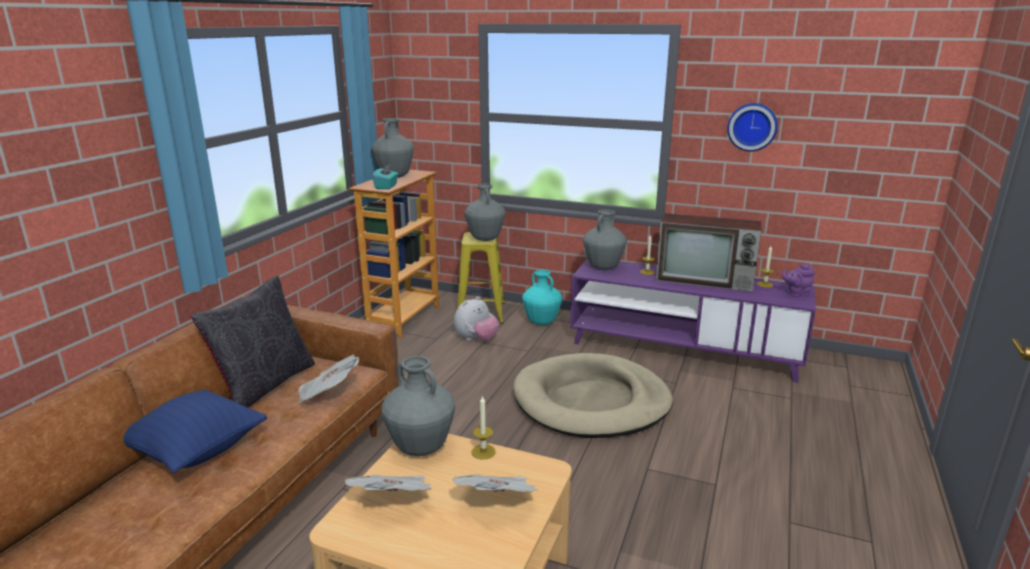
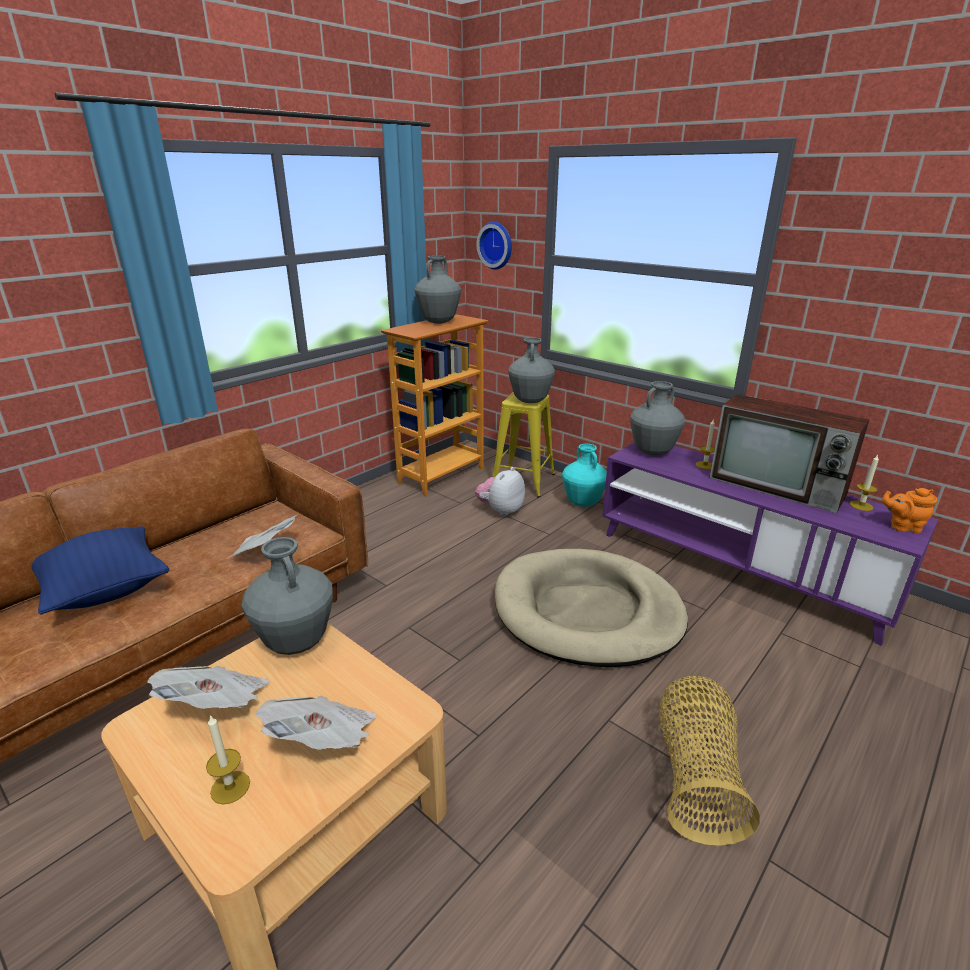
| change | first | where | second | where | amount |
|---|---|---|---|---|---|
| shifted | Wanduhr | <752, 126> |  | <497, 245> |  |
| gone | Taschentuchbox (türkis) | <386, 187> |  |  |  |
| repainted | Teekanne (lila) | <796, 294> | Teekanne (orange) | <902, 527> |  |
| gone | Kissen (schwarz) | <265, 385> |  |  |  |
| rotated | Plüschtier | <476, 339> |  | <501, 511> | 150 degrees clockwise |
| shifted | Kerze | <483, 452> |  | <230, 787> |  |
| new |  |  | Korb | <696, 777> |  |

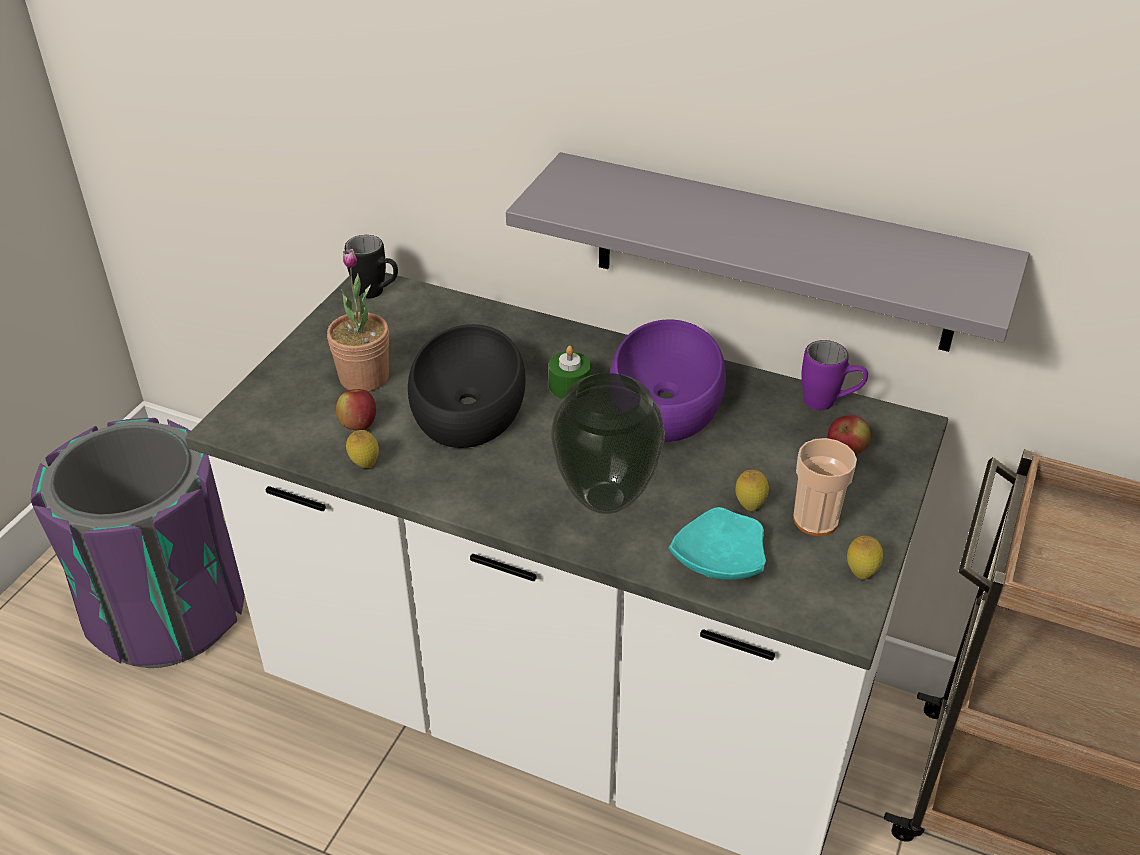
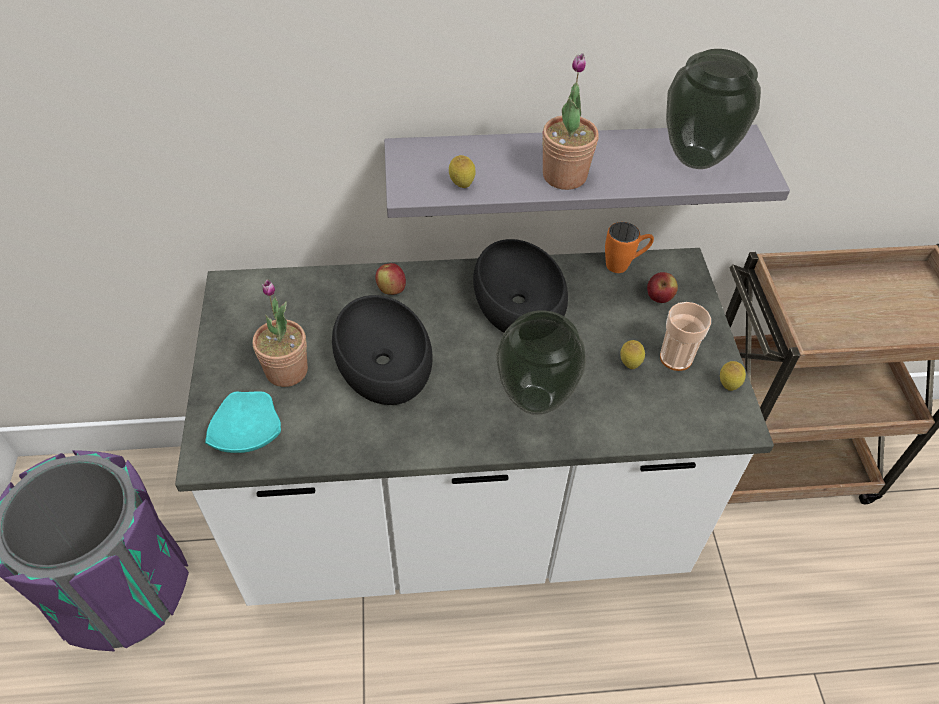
| change | first | where | second | where | amount |
|---|---|---|---|---|---|
| gone | Henkelbecher (schwarz) | <377, 294> |  |  |  |
| repainted | Schüssel (lila) | <664, 397> | Schüssel (schwarz) | <517, 301> |  |
| repainted | Henkelbecher (lila) | <829, 403> | Henkelbecher (orange) | <624, 265> |  |
| gone | Kerze (grün) | <569, 386> |  |  |  |
| shifted | Apfel | <358, 425> |  | <391, 290> |  |
| shifted | Zitrone | <365, 465> |  | <461, 186> |  |
| shifted | Teller (türkis) | <716, 562> |  | <245, 434> |  |
| new |  |  | Vase | <695, 159> |  |
| new |  |  | Topfpflanze | <564, 176> |  |

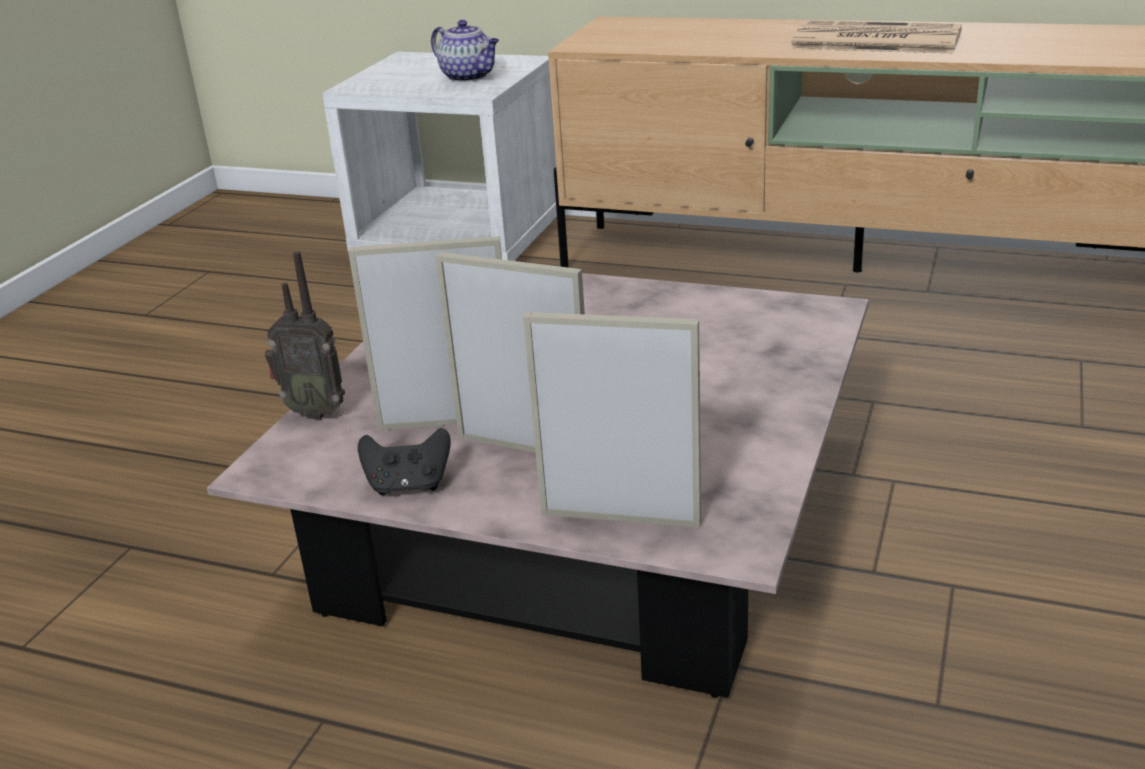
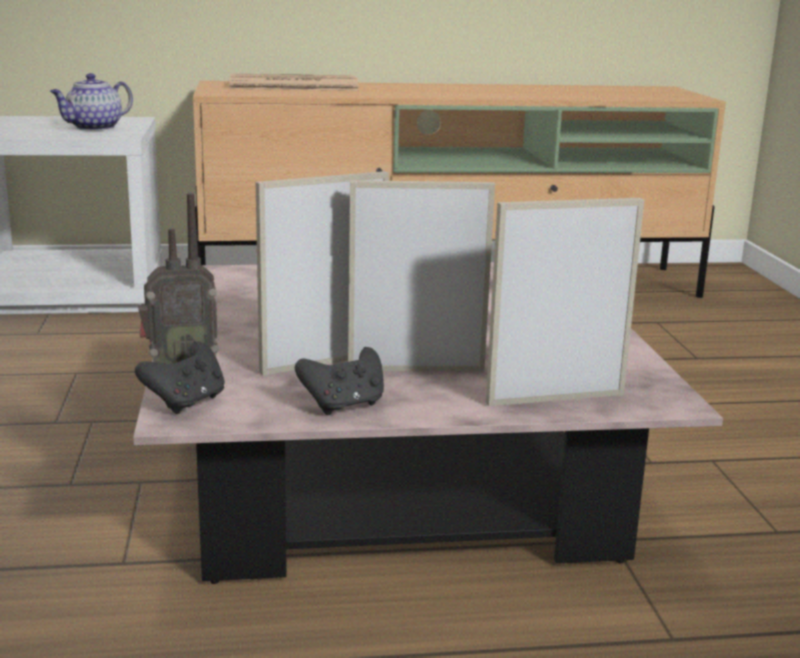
| change | first | where | second | where | amount |
|---|---|---|---|---|---|
| rotated | Teekanne | <469, 77> |  | <94, 128> | 120 degrees clockwise |
| shifted | Zeitung | <873, 41> |  | <291, 86> |  |
| new |  |  | Gamepad (schwarz) | <186, 402> |  |

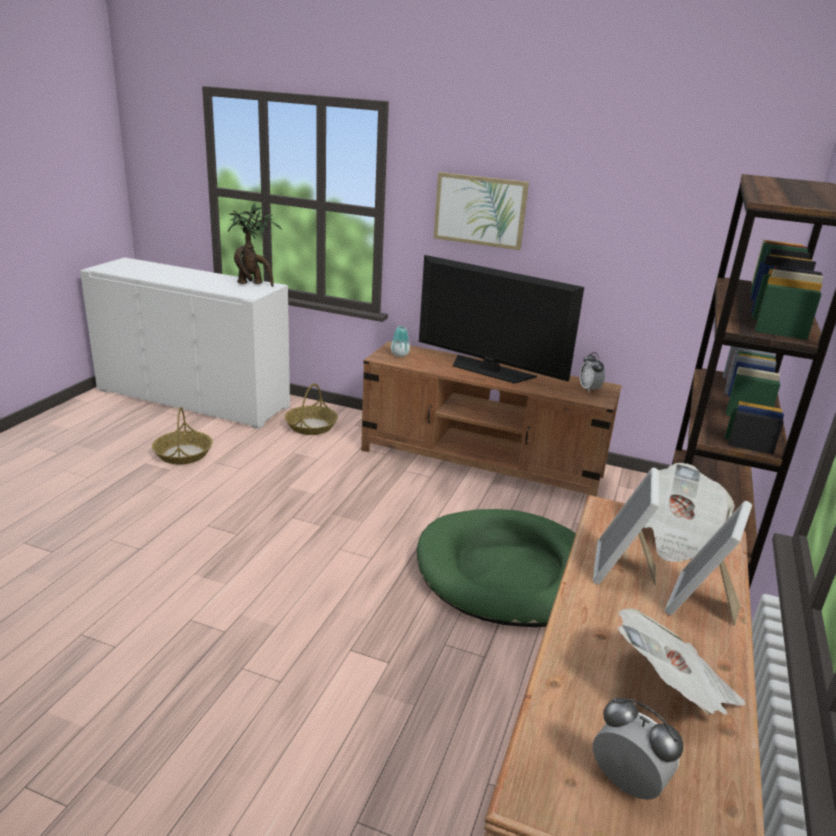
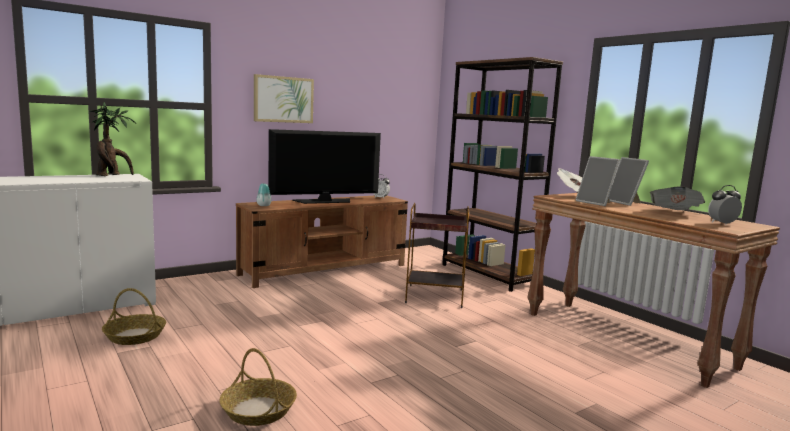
| change | first | where | second | where | amount |
|---|---|---|---|---|---|
| shifted | Korb | <311, 426> |  | <258, 410> |  |
| swapped | Hundebett (grün) | <509, 573> | Beistelltisch (braun) | <435, 296> |  |

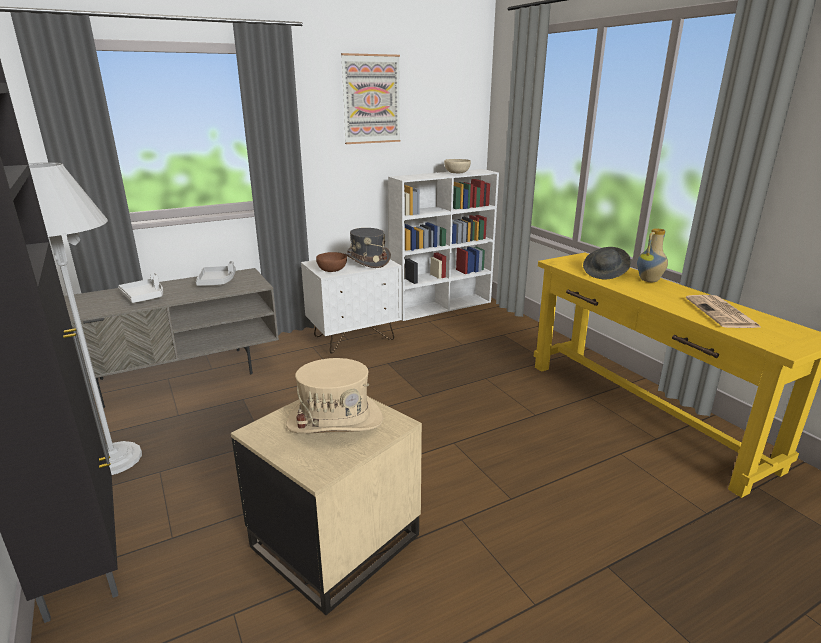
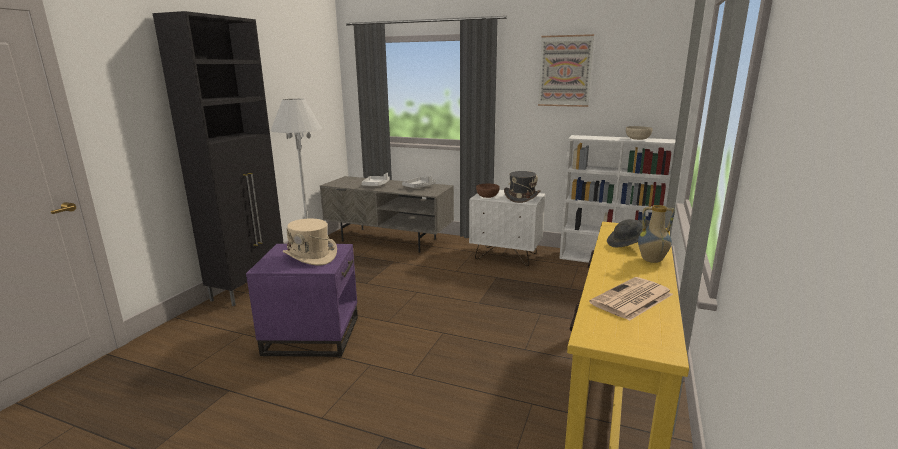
| change | first | where | second | where | amount |
|---|---|---|---|---|---|
| repainted | Beistelltisch (beige) | <334, 540> | Beistelltisch (lila) | <312, 335> |  |

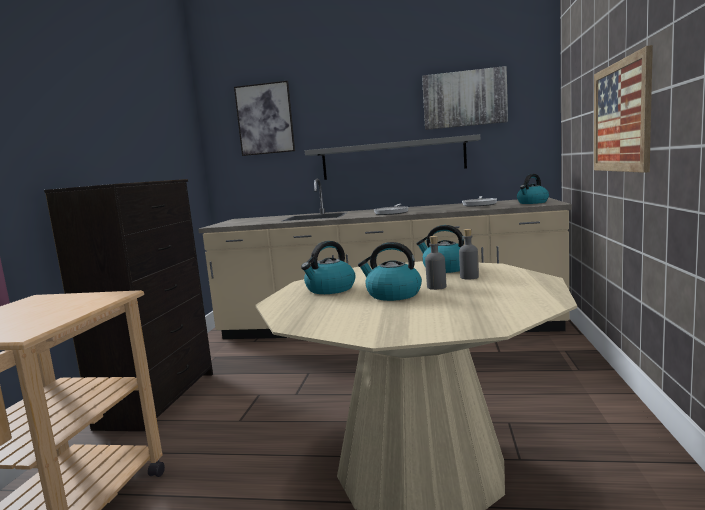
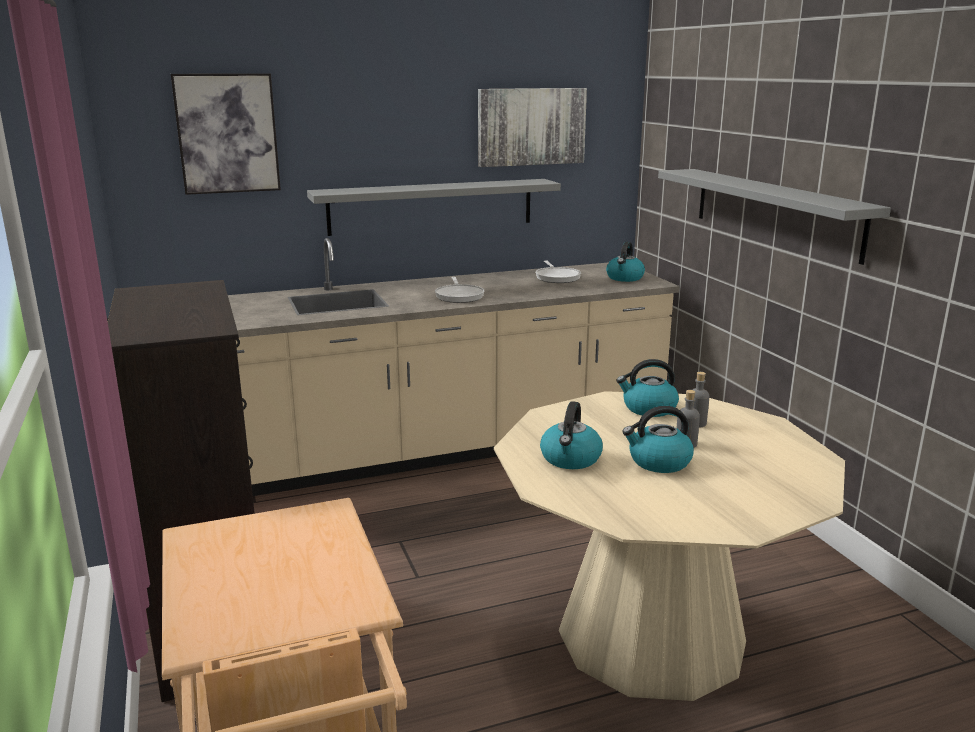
| change | first | where | second | where | amount |
|---|---|---|---|---|---|
| swapped | Bild | <621, 117> | Wandregal (grau) | <774, 211> |  |

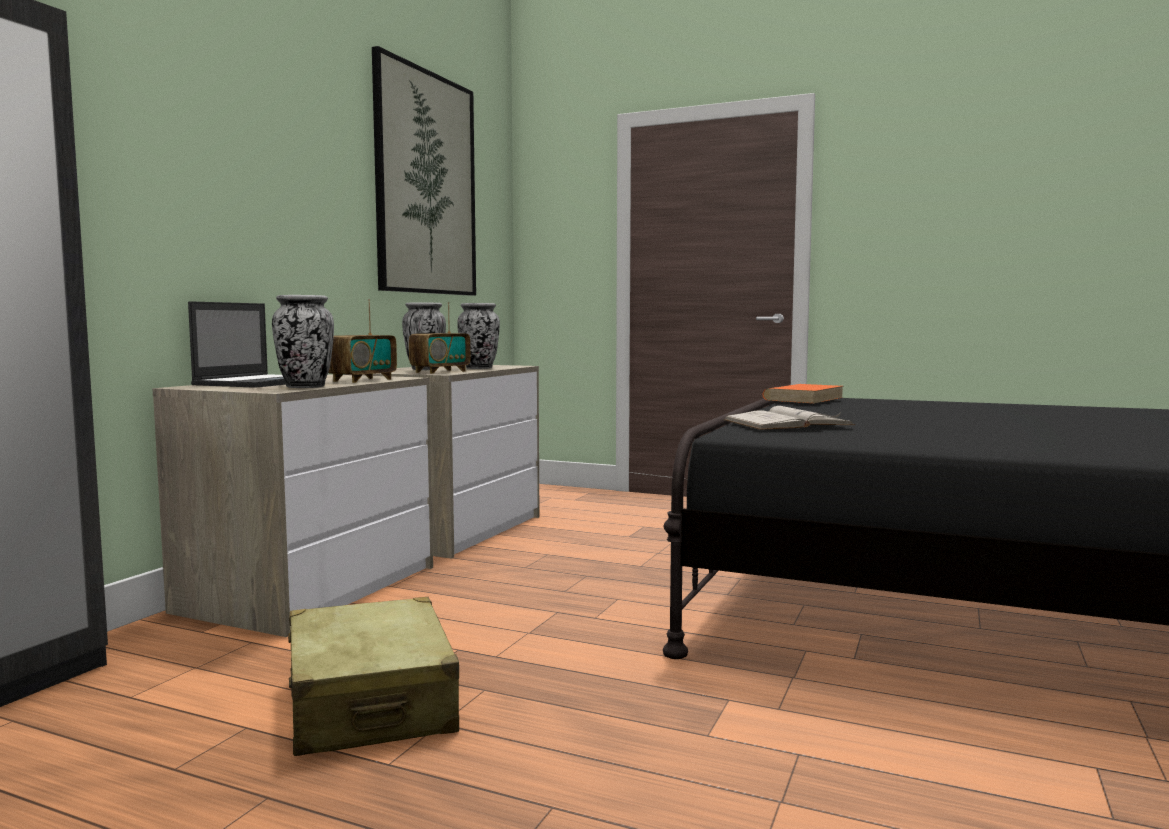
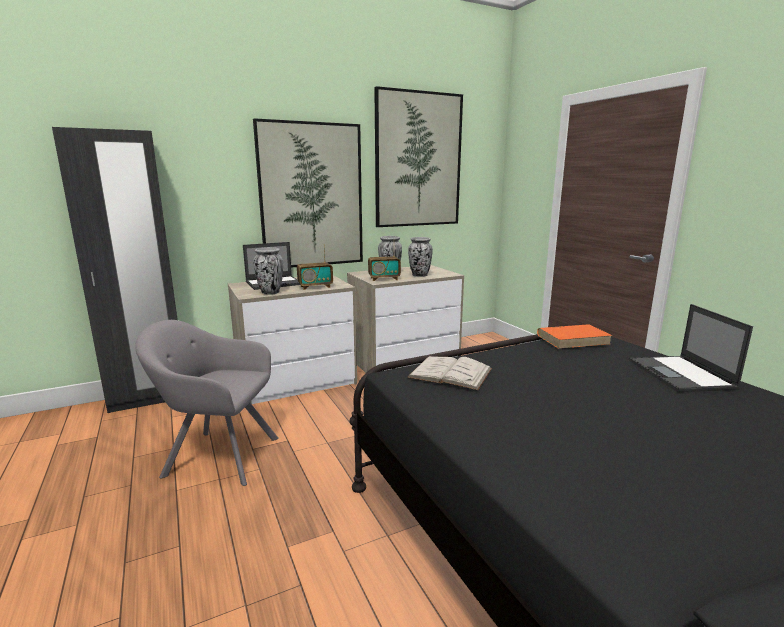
| change | first | where | second | where | amount |
|---|---|---|---|---|---|
| swapped | Koffer (beige) | <370, 703> | Sessel (grau) | <217, 456> |  |
| new |  |  | Bild | <311, 196> |  |
| new |  |  | Laptop | <681, 374> |  |

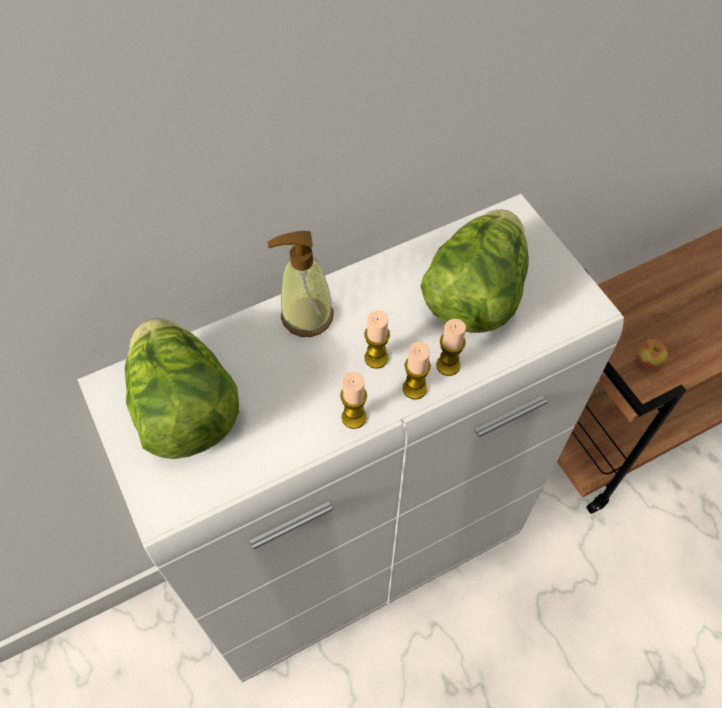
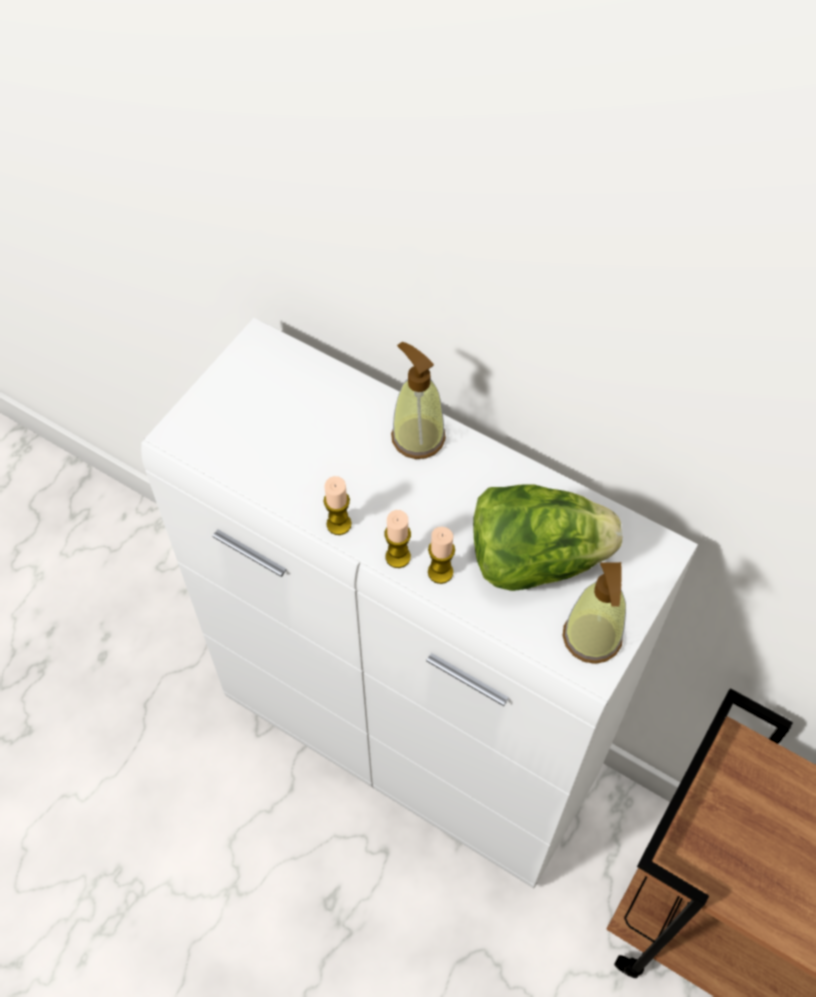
| change | first | where | second | where | amount |
|---|---|---|---|---|---|
| gone | Kerze | <376, 358> |  |  |  |
| gone | Salatkopf | <184, 410> |  |  |  |
| gone | Apfel | <648, 361> |  |  |  |
| new |  |  | Seifenspender | <592, 637> |  |

